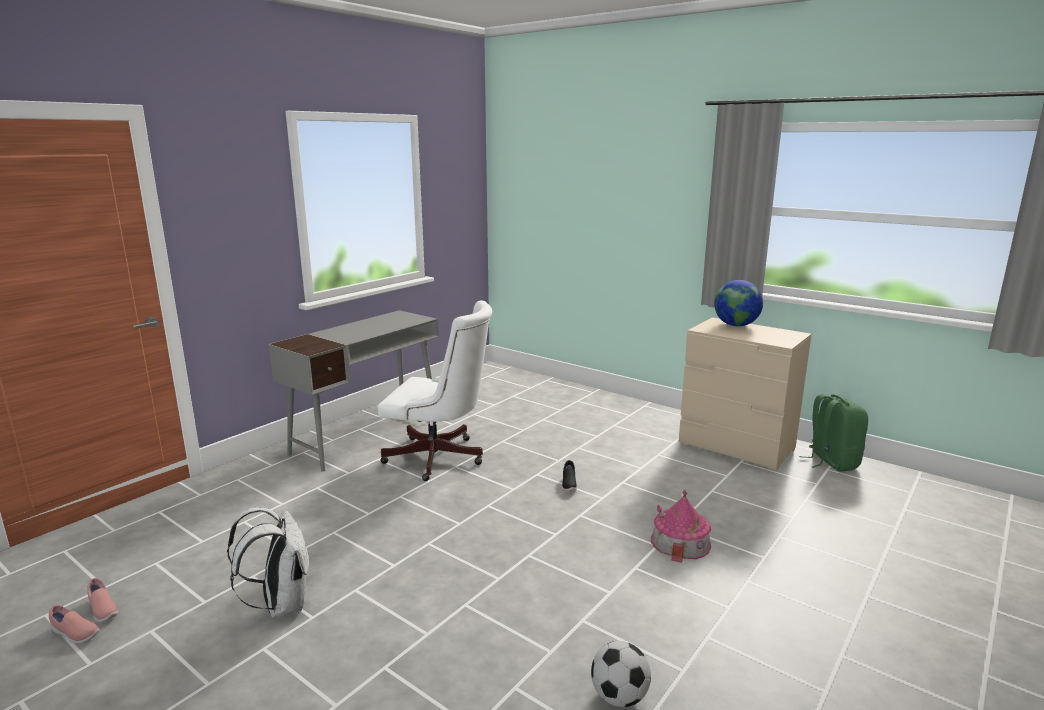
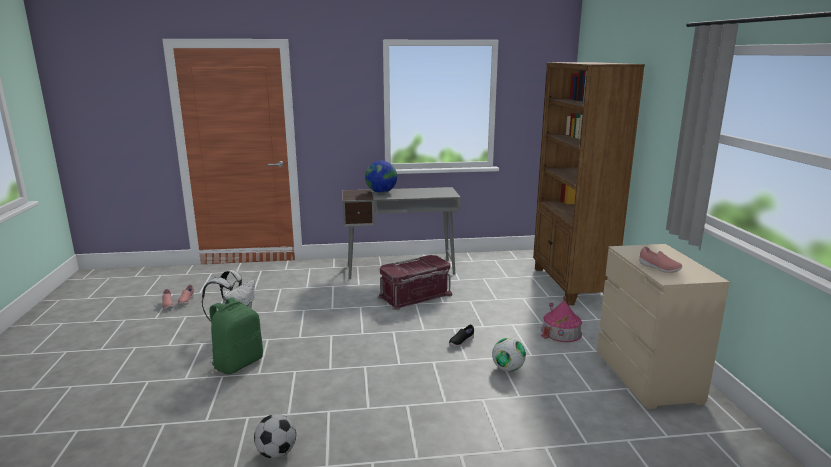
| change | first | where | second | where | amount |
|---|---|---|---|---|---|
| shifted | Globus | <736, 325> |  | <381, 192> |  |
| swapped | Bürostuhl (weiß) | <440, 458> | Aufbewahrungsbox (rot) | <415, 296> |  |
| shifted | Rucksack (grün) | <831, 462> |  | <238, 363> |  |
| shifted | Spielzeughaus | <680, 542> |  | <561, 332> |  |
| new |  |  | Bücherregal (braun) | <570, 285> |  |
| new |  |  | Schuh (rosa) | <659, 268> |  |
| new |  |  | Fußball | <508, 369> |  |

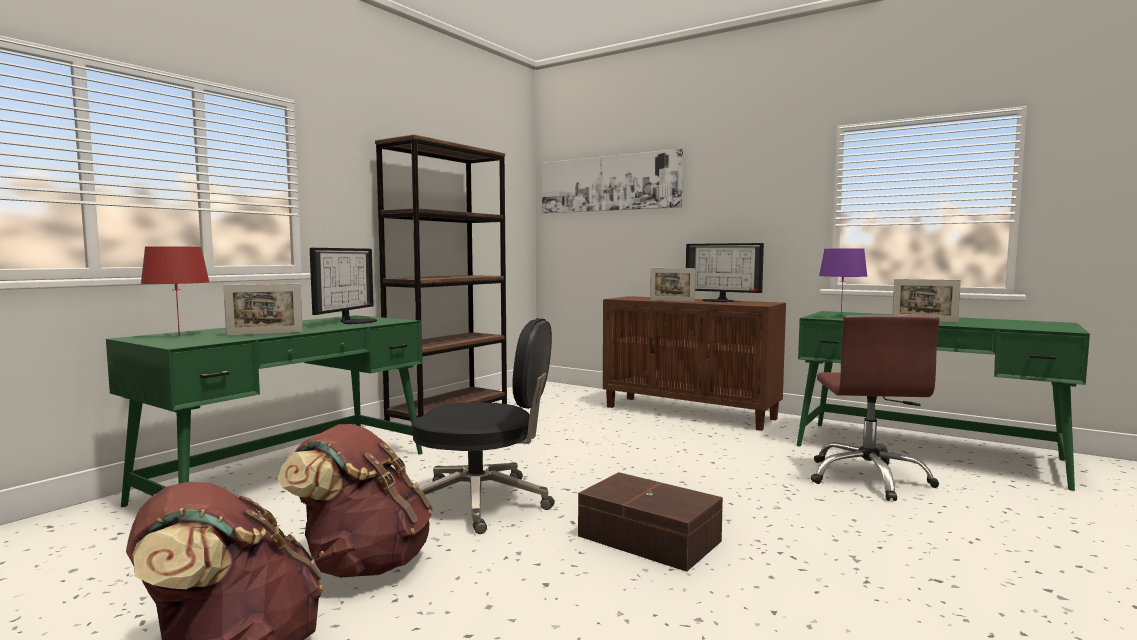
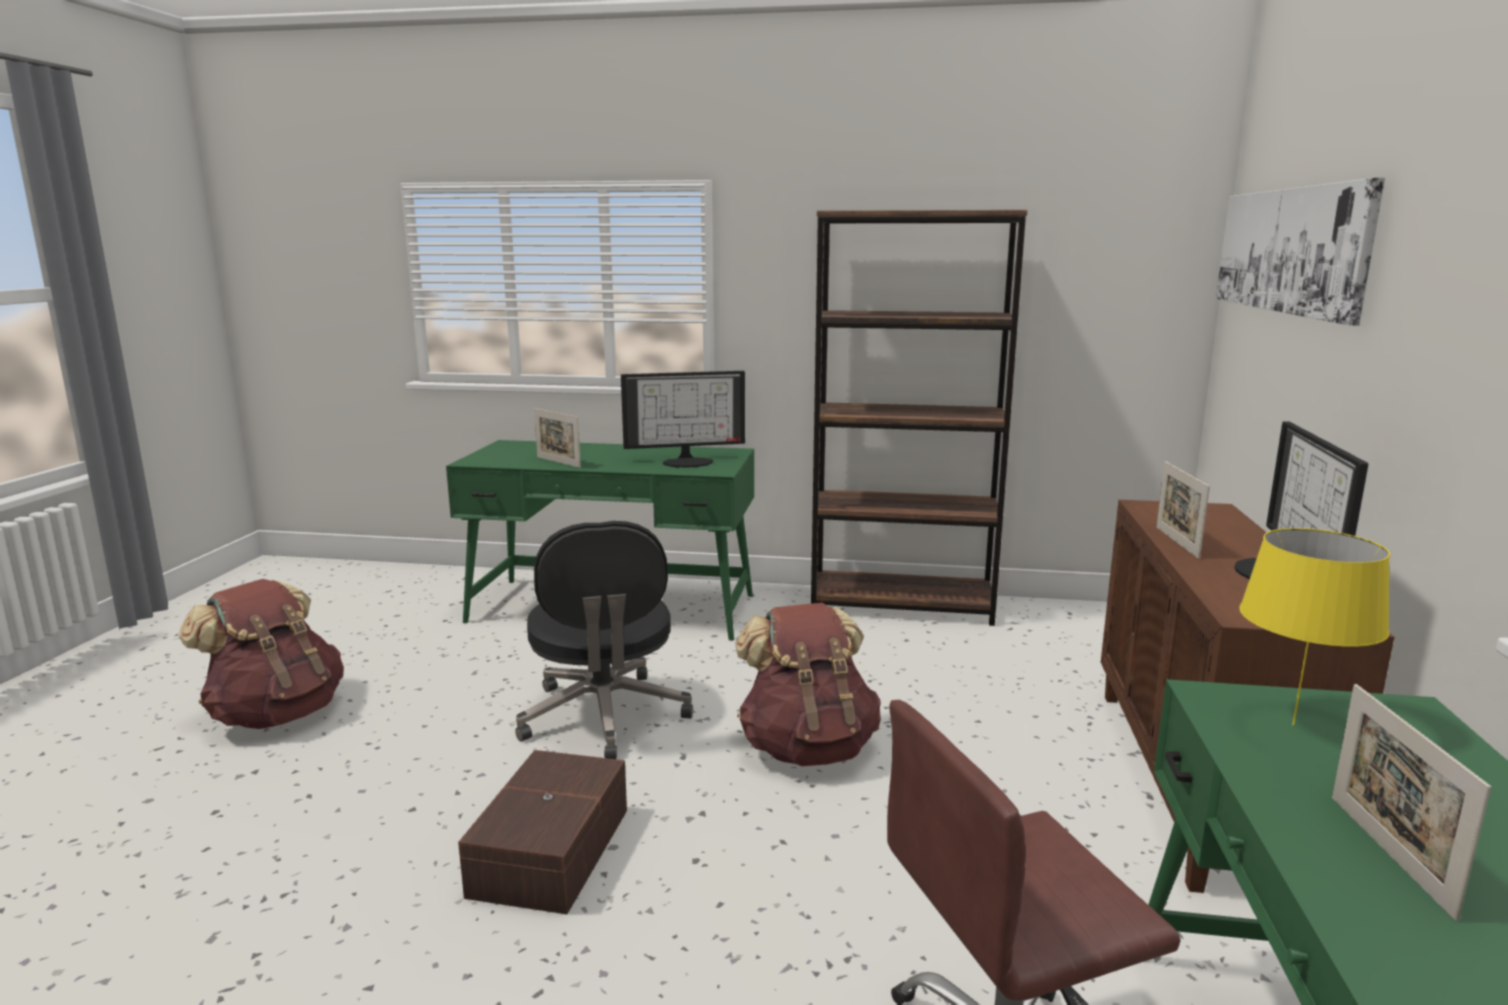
| change | first | where | second | where | amount |
|---|---|---|---|---|---|
| gone | Tischlampe (rot) | <179, 335> |  |  |  |
| repainted | Tischlampe (lila) | <841, 316> | Tischlampe (gelb) | <1294, 725> |  |
| shifted | Rucksack (braun) | <363, 564> |  | <807, 747> |  |

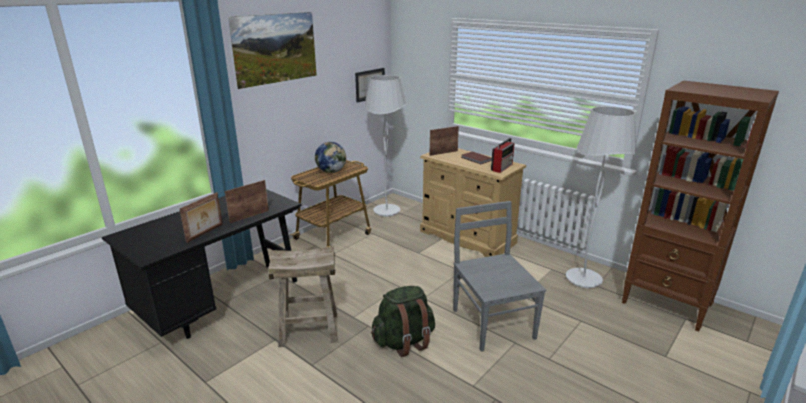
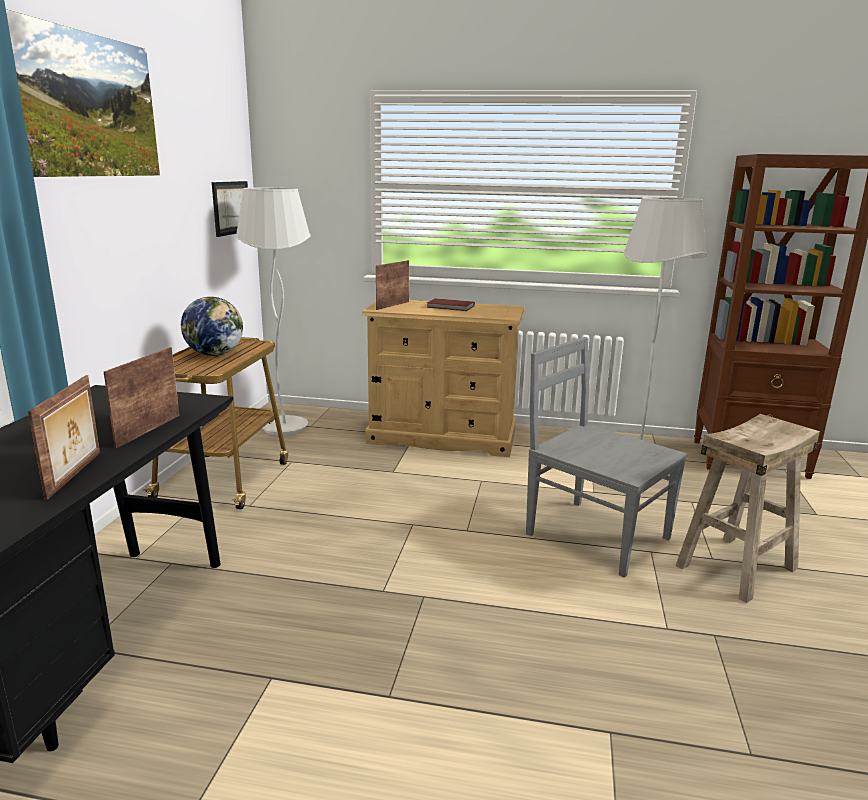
| change | first | where | second | where | amount |
|---|---|---|---|---|---|
| gone | Radio | <502, 167> |  |  |  |
| shifted | Hocker (beige) | <308, 330> |  | <737, 567> |  |
| gone | Rucksack (grün) | <404, 341> |  |  |  |

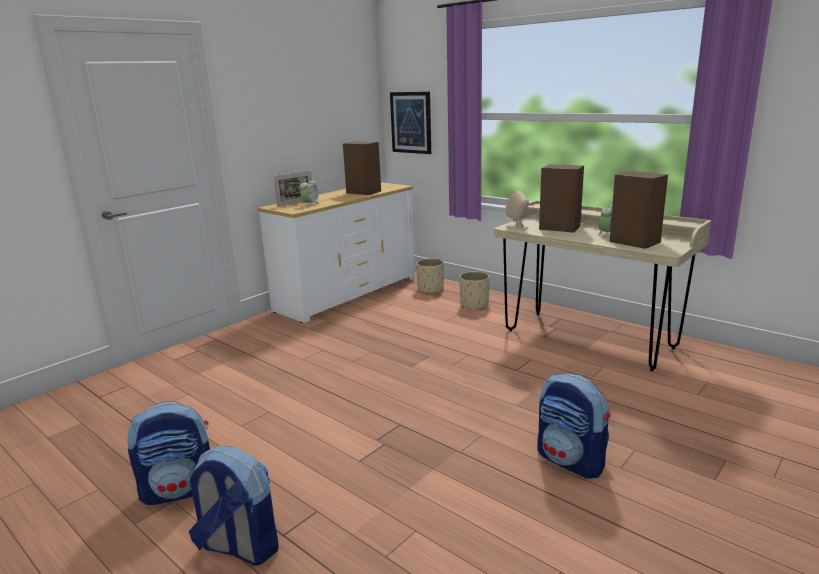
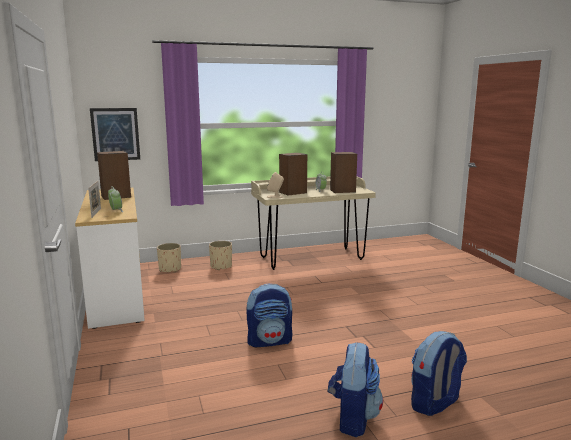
| change | first | where | second | where | amount |
|---|---|---|---|---|---|
| shifted | Rucksack | <571, 461> |  | <270, 341> |  |

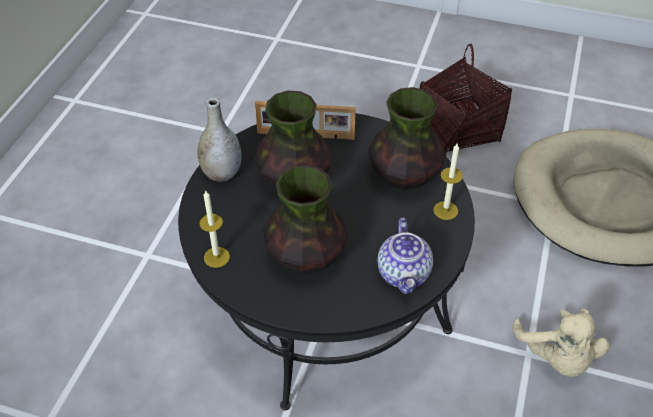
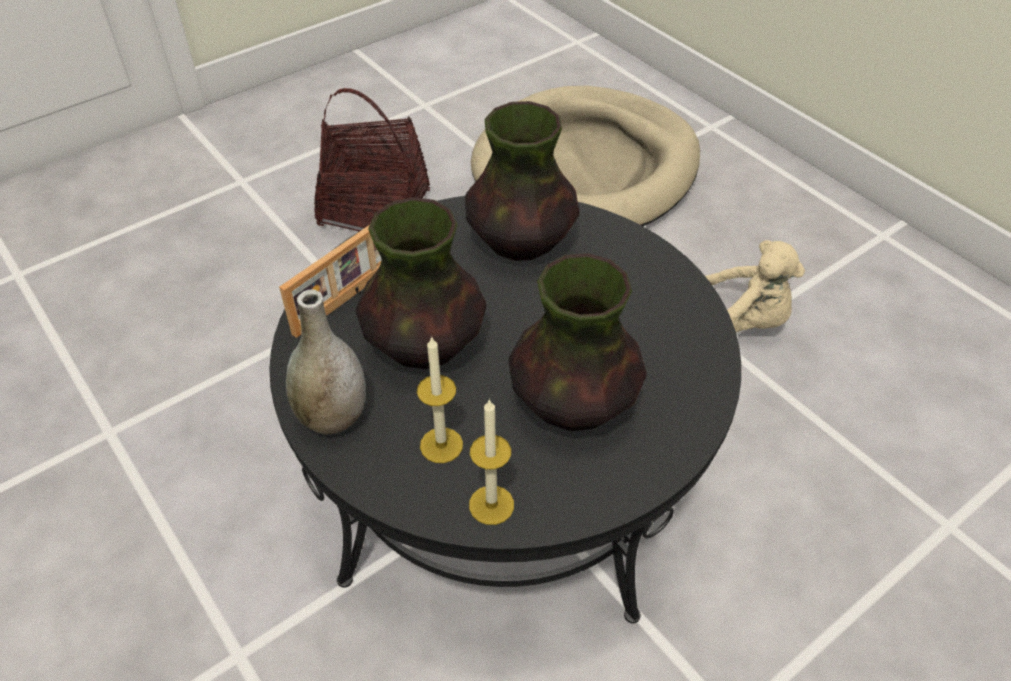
| change | first | where | second | where | amount |
|---|---|---|---|---|---|
| shifted | Kerze | <445, 210> |  | <441, 445> |  |
| gone | Teekanne | <404, 274> |  |  |  |

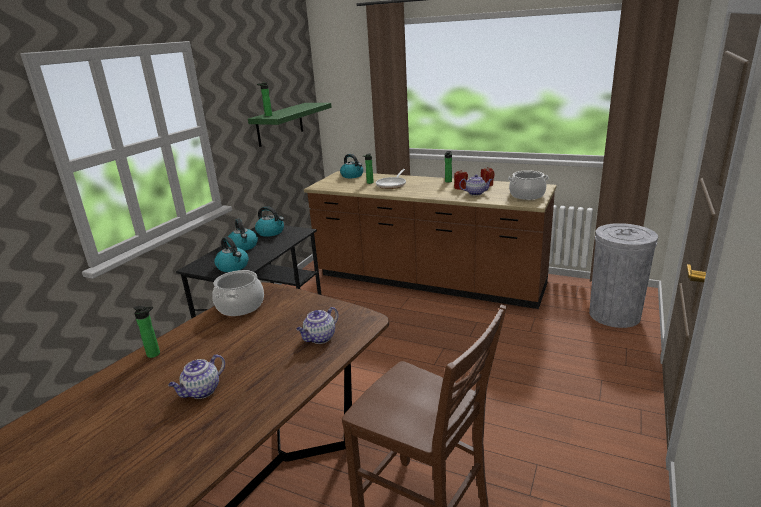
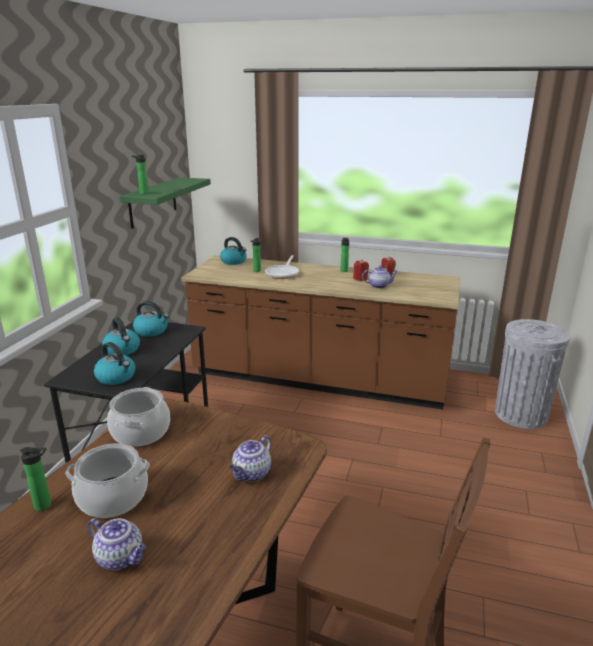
| change | first | where | second | where | amount |
|---|---|---|---|---|---|
| shifted | Kochtopf | <527, 195> |  | <112, 497> |  |
| rotated | Teekanne | <201, 391> |  | <121, 558> | 90 degrees counterclockwise |

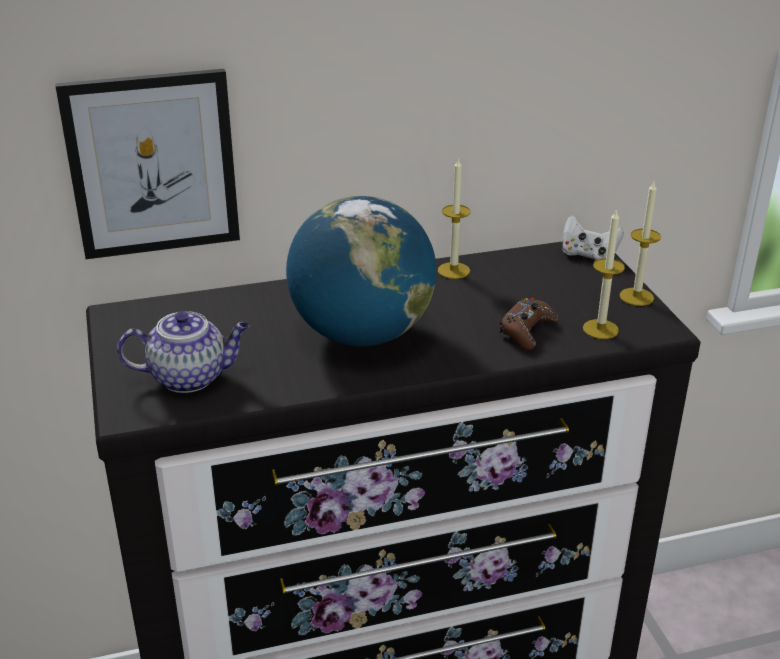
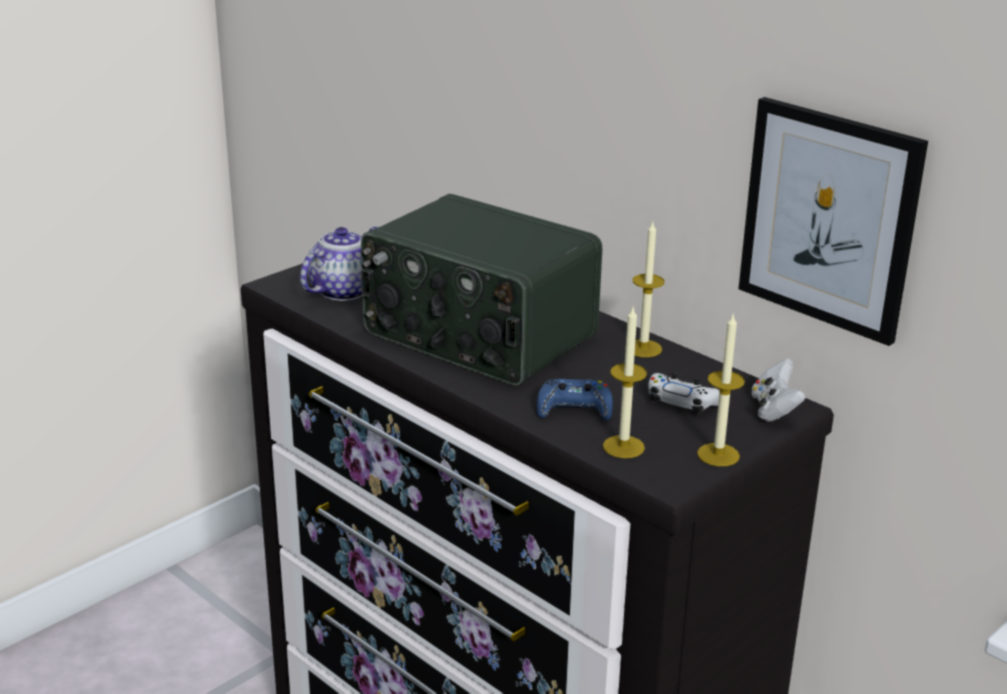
| change | first | where | second | where | amount |
|---|---|---|---|---|---|
| shifted | Bild | <152, 164> |  | <829, 219> |  |
| swapped | Globus | <361, 334> | Radio | <478, 336> |  |
| repainted | Gamepad (braun) | <527, 331> | Gamepad (blau) | <574, 409> |  |
| rotated | Teekanne | <190, 377> |  | <343, 290> | 105 degrees counterclockwise |
| new |  |  | Gamepad (weiß) | <682, 401> |  |

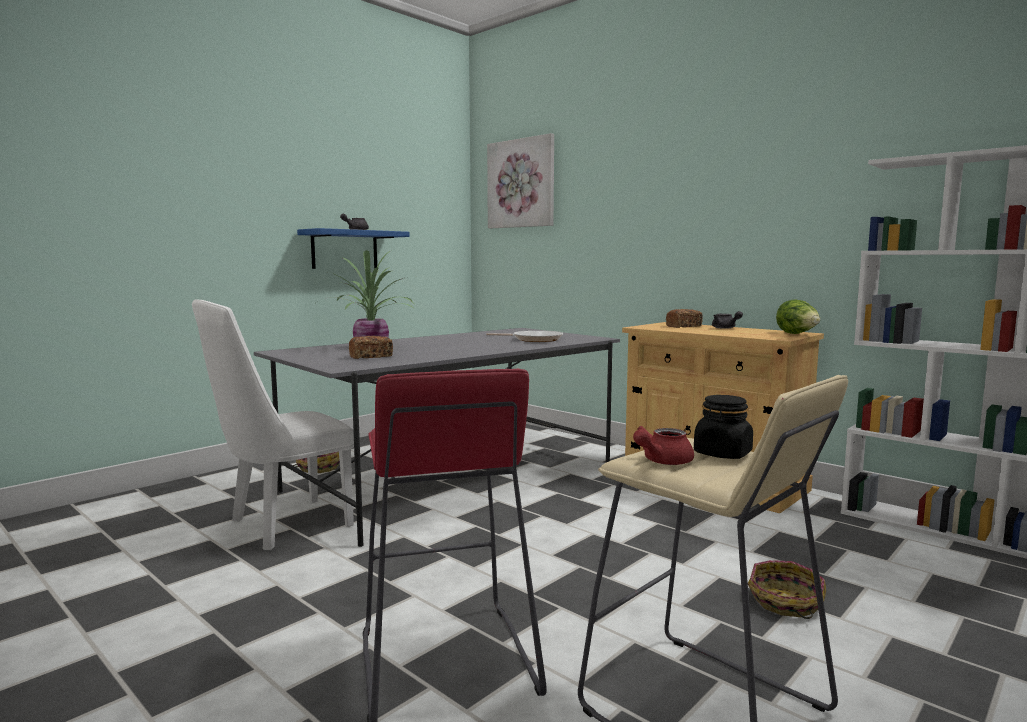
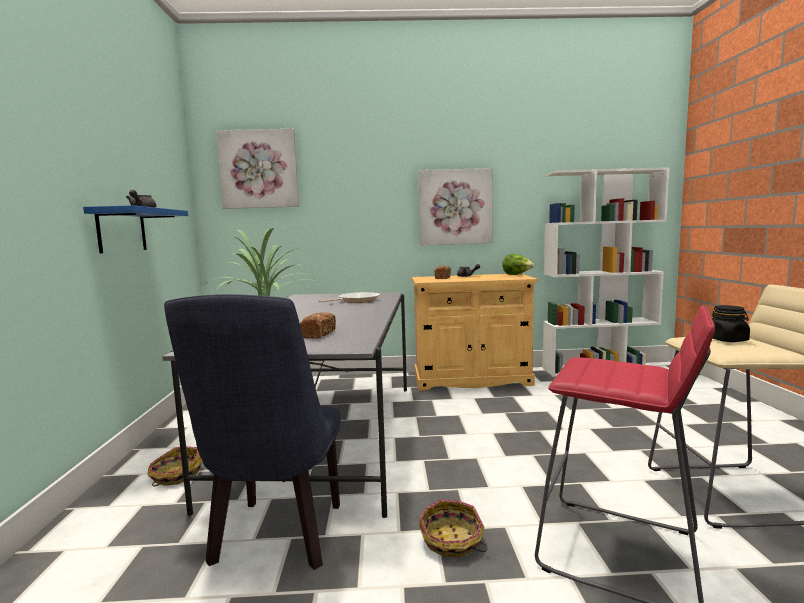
| change | first | where | second | where | amount |
|---|---|---|---|---|---|
| repainted | Stuhl (weiß) | <281, 526> | Stuhl (blau) | <275, 541> |  |
| gone | Teekanne (rot) | <661, 461> |  |  |  |
| shifted | Korb | <785, 603> |  | <451, 541> |  |
| new |  |  | Bild | <455, 207> |  |

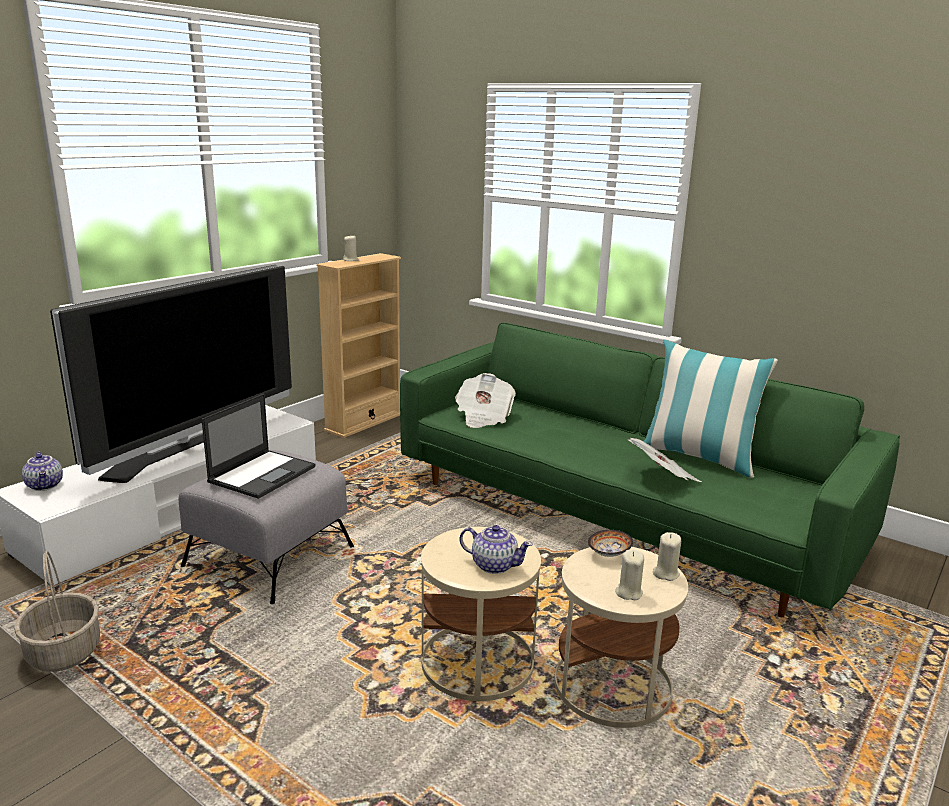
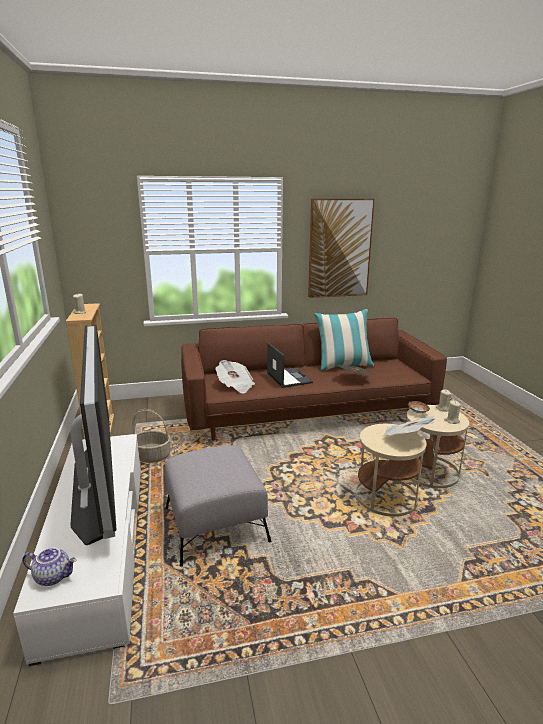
| change | first | where | second | where | amount |
|---|---|---|---|---|---|
| repainted | Sofa (grün) | <618, 514> | Sofa (braun) | <307, 411> |  |
| shifted | Laptop | <263, 474> |  | <288, 377> |  |
| swapped | Teekanne | <494, 565> | Zeitung | <405, 438> |  |
| shifted | Korb | <64, 652> |  | <152, 456> |  |
| new |  |  | Bild | <339, 248> |  |

